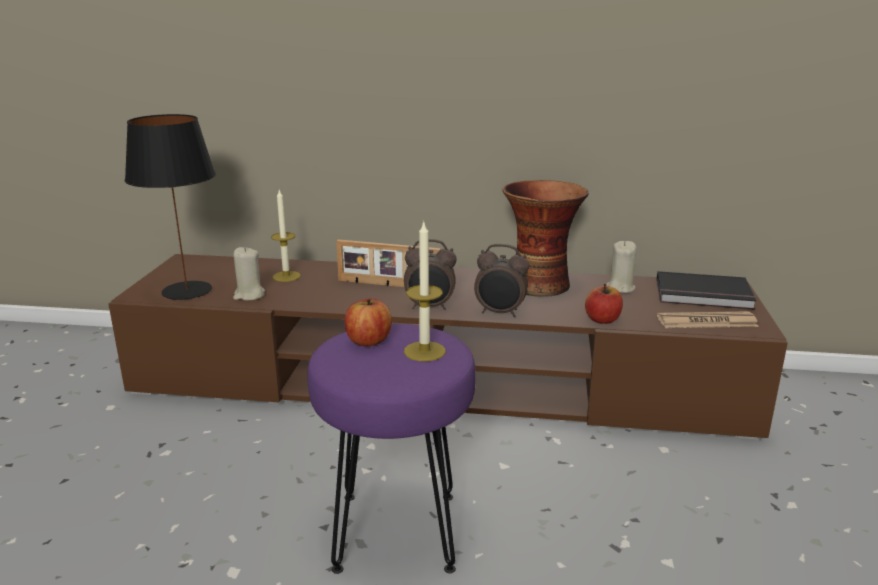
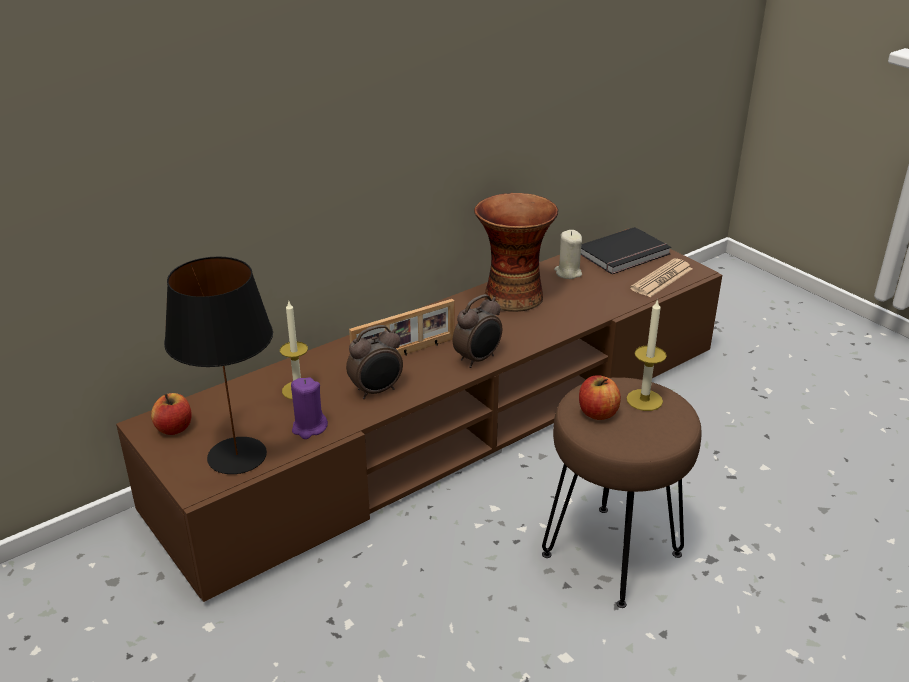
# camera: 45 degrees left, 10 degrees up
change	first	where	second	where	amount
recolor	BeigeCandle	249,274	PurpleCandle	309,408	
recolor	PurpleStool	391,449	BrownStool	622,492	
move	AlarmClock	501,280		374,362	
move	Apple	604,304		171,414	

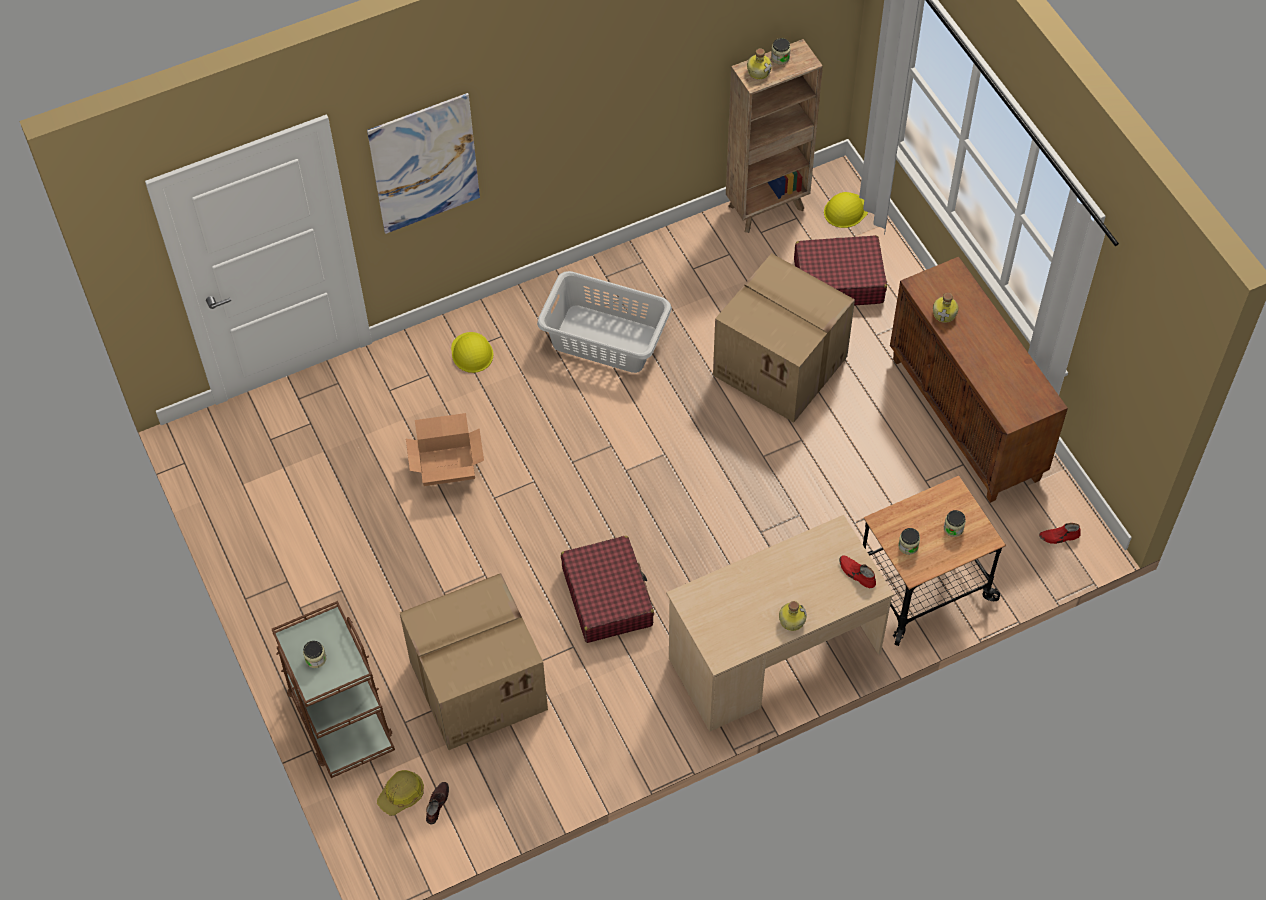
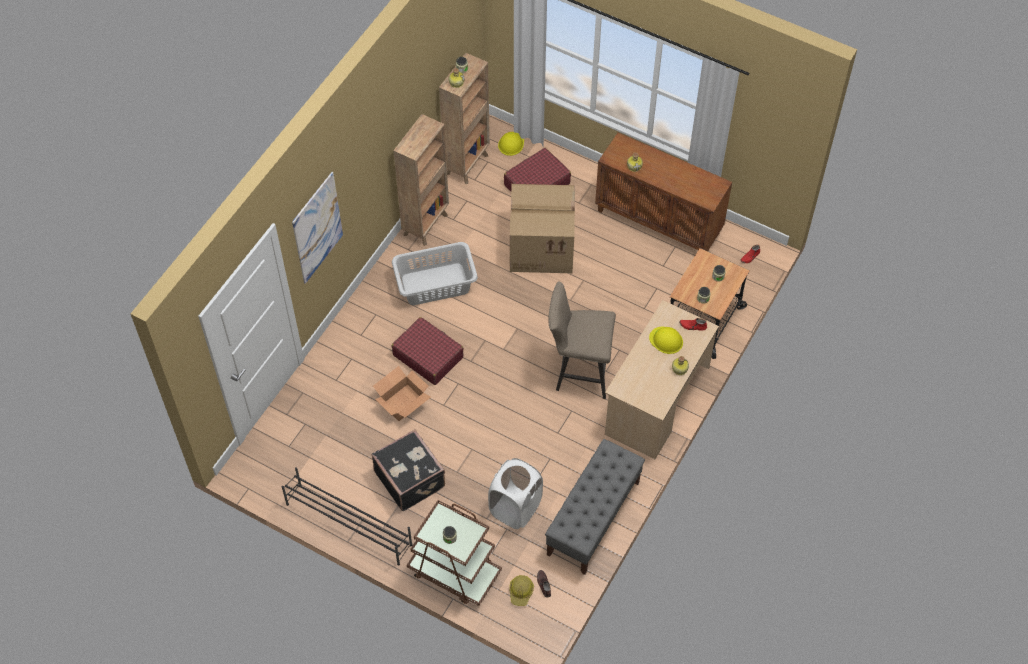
# camera: 35 degrees left, 0 degrees up
change	first	where	second	where	amount
replace	CardboardBox	474,661	WhiteLaundryBasket	515,493	
move	YellowHardHat	472,352		666,340	
move	RedSuitcase	607,589		428,351	
insert			BlackShoeRack	347,516	
insert			BlackSuitcase	408,470	
insert			BrownBookcase	421,180	
insert			GreyBench	595,507	
insert			BeigeStool	582,340	

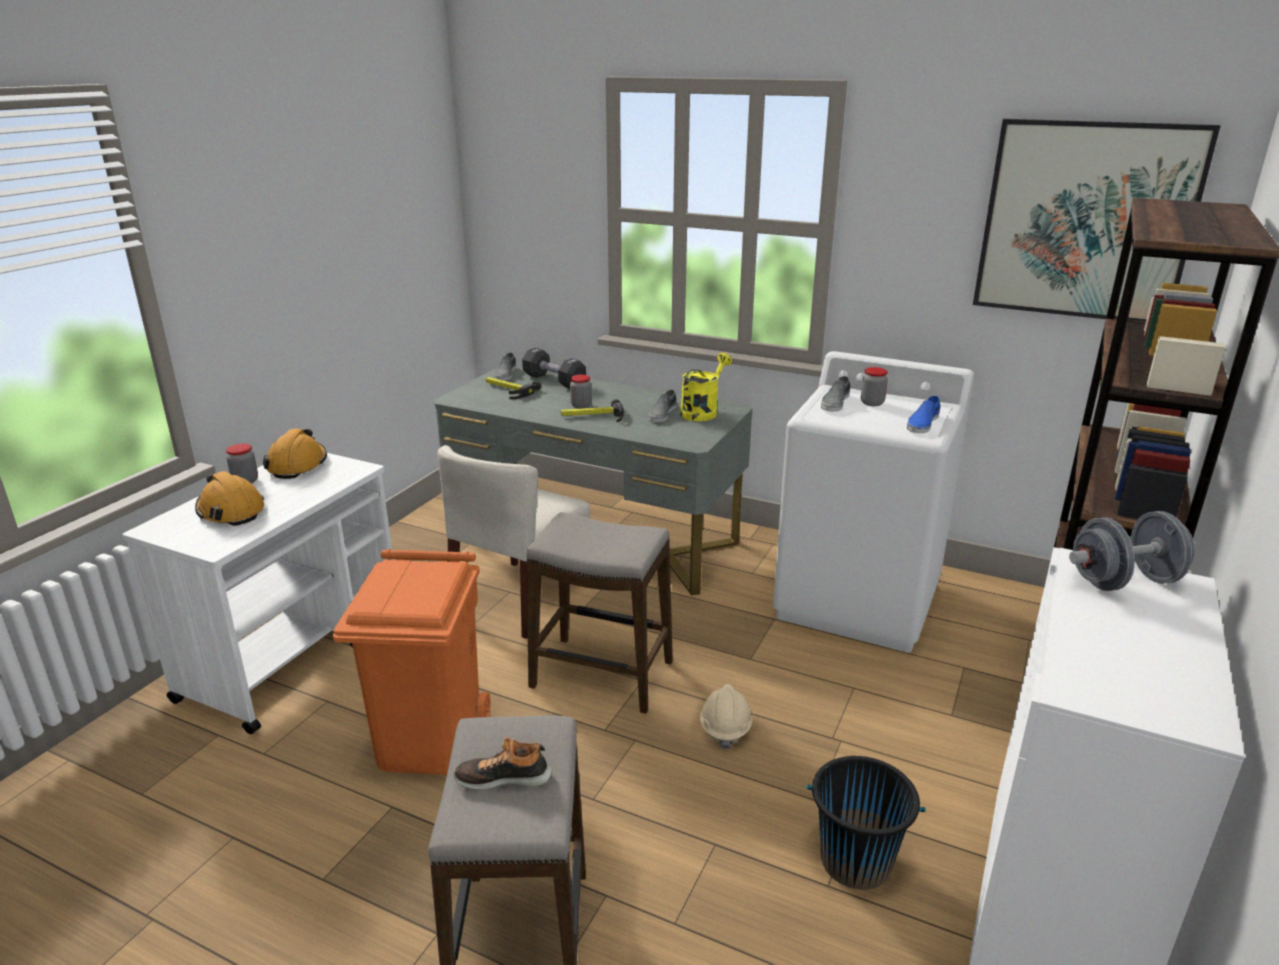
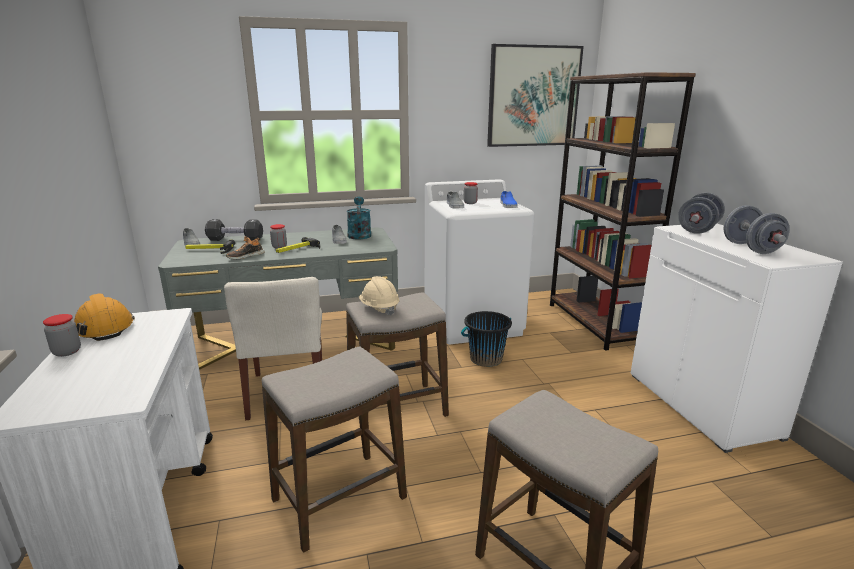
# camera: 40 degrees left, 5 degrees down
change	first	where	second	where	amount
delete	OrangeHardHat	229,498			
replace	OrangeTrashCan	411,662	Stool	334,449	
move	Shoe	502,763		245,247	
recolor	YellowWateringCan	706,387	TurquoiseWateringCan	359,218	
move	BeigeHardHat	726,716		379,296	
move	BlackBucket	866,823		486,339	
insert			GreyDumbbell	757,229	

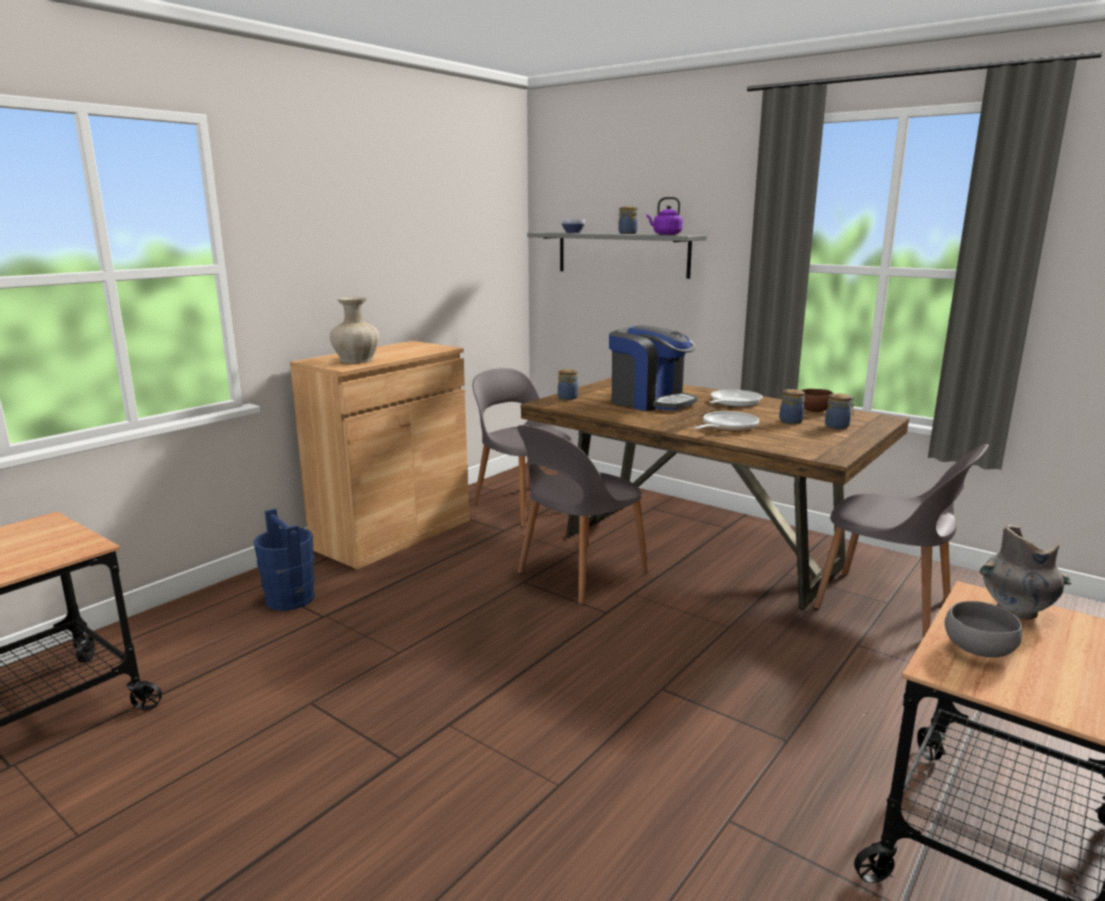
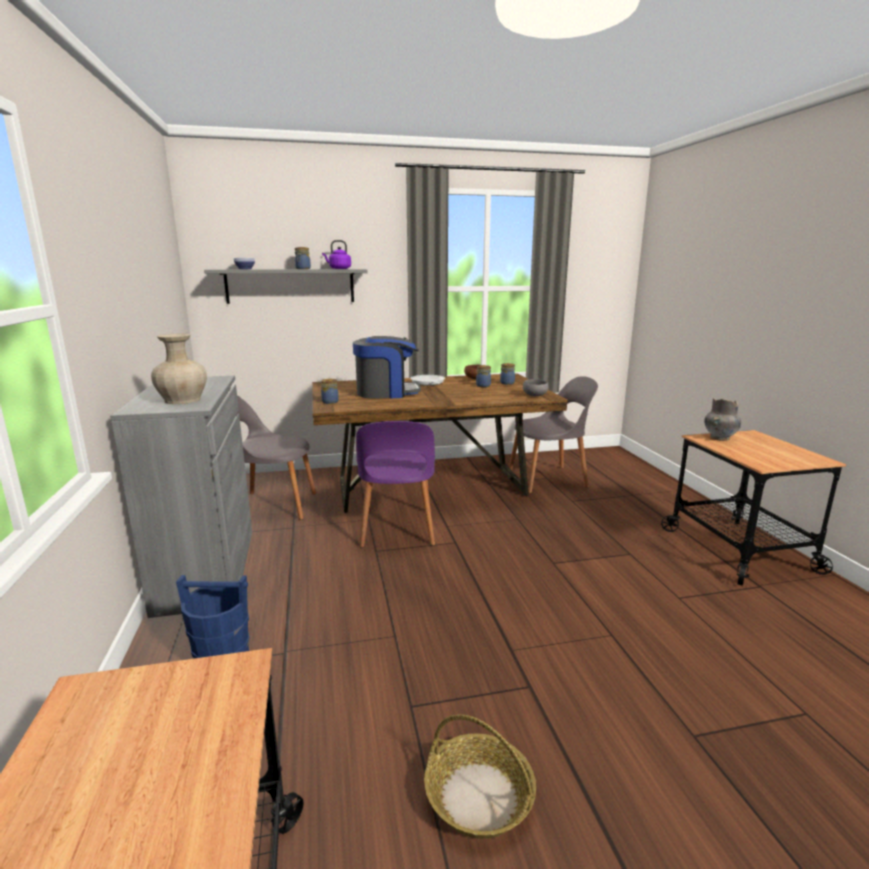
# camera: 50 degrees left, 0 degrees up
change	first	where	second	where	amount
recolor	BrownCabinet	379,455	GreyCabinet	181,497	
recolor	GreyChair	583,514	PurpleChair	395,484	
delete	FryingPan	726,421			
move	GreyBowl	983,629		536,387	
insert			Basket	480,776	

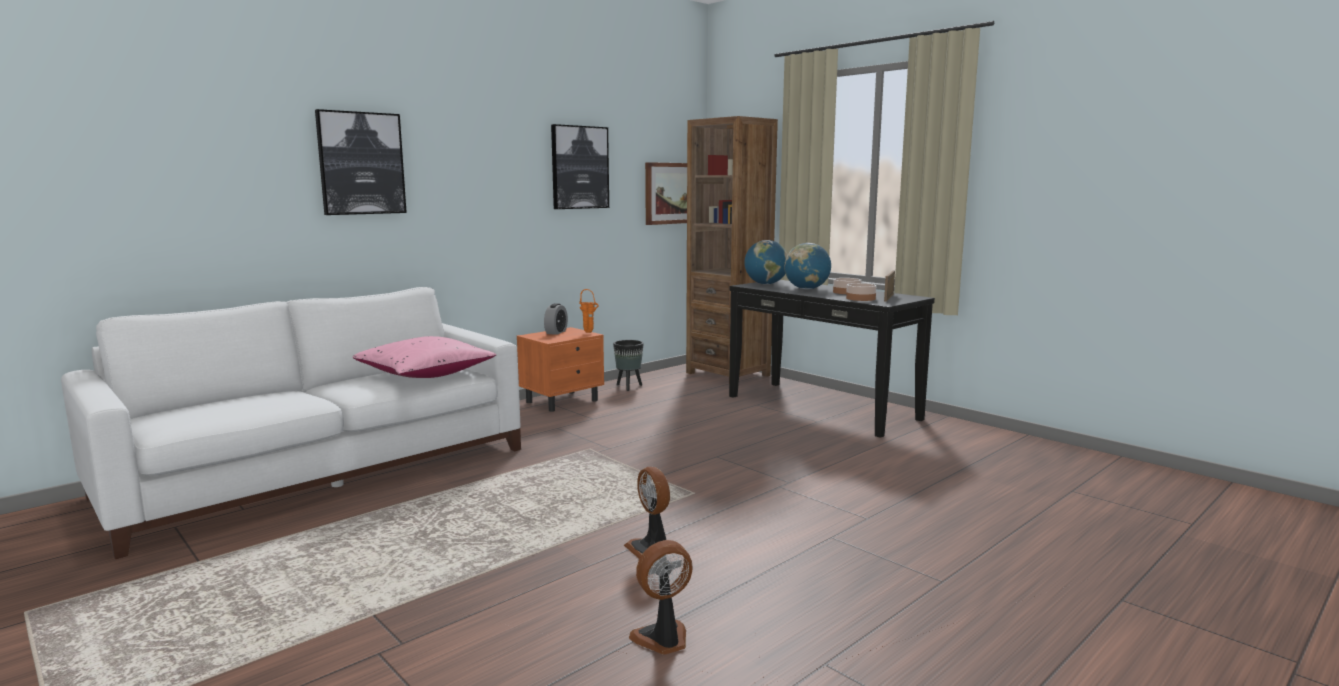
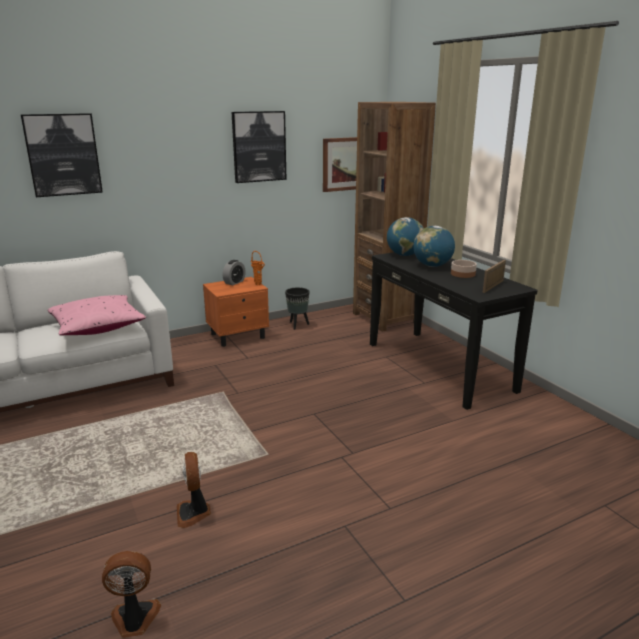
# camera: 15 degrees right, 10 degrees up
change	first	where	second	where	amount
delete	Bowl	861,292			

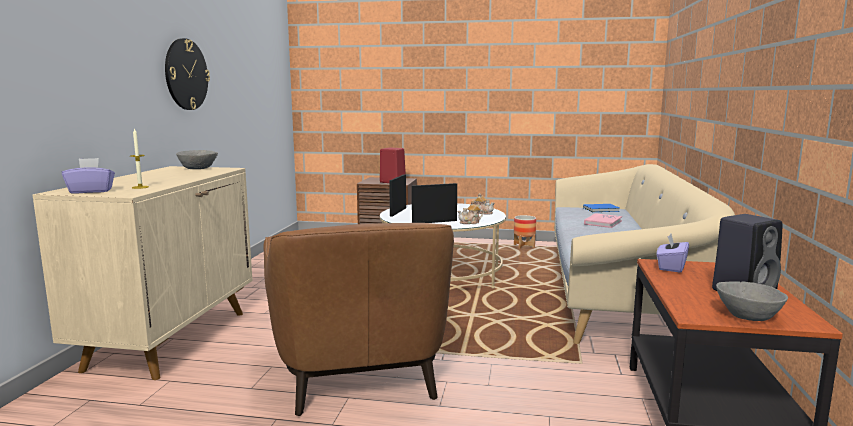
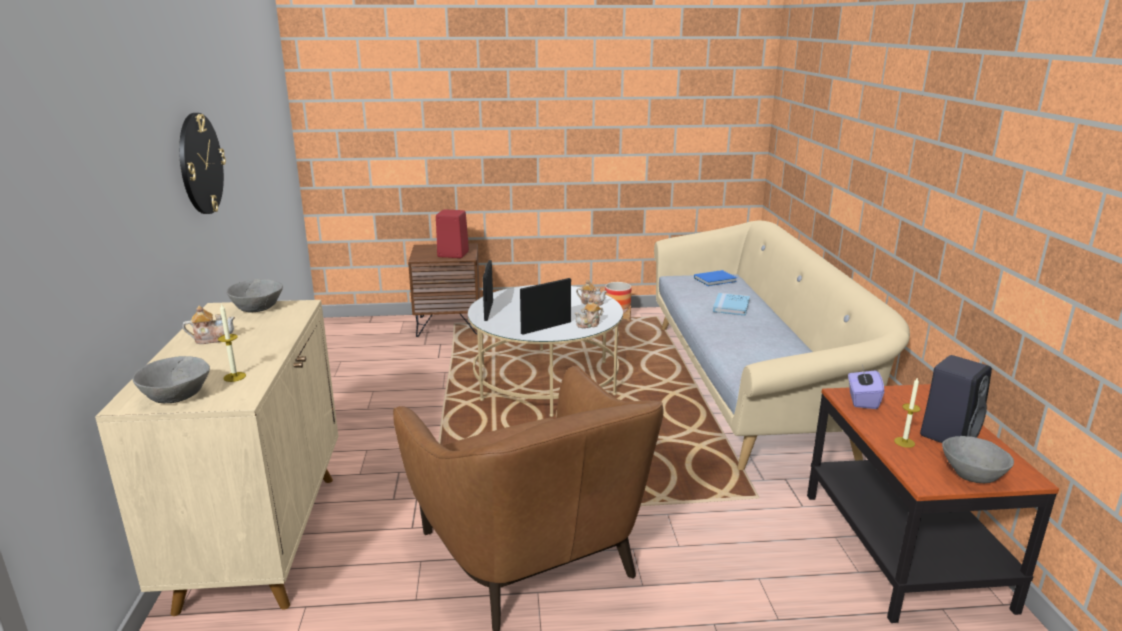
# camera: 15 degrees left, 10 degrees up
change	first	where	second	where	amount
replace	PurpleTissueBox	88,176	GreyBowl	171,379	
recolor	PinkBook	603,220	BlueBook	731,304	
insert			Teapot	209,325	
insert			Candle	907,412	

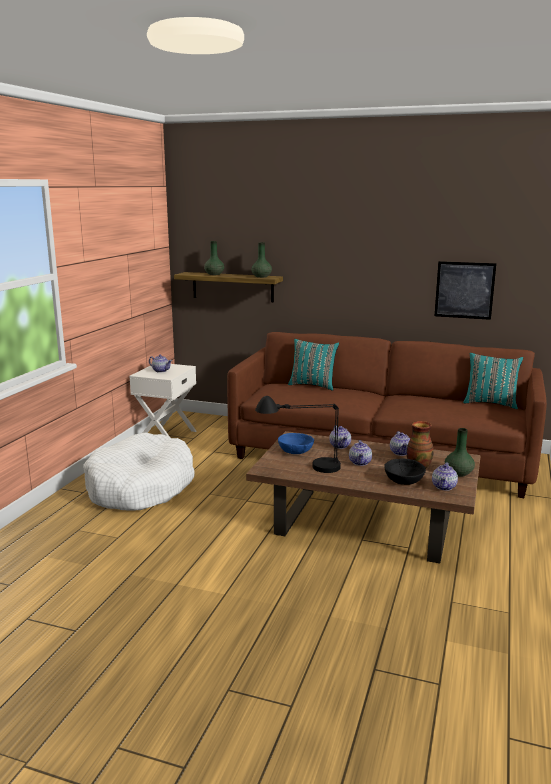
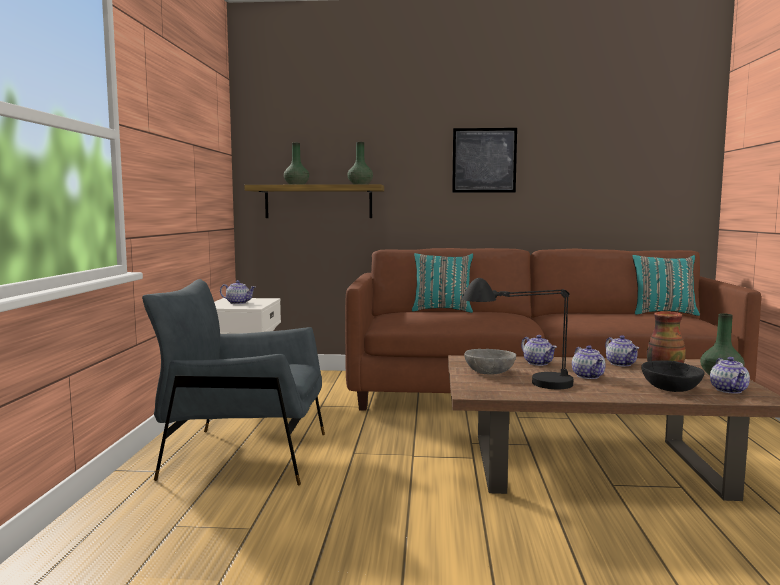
# camera: 15 degrees left, 10 degrees down
change	first	where	second	where	amount
replace	WhiteDogBed	139,471	GreyArmchair	233,382	
recolor	BlueBowl	296,443	GreyBowl	490,362	
move	Picture	465,290		484,160	

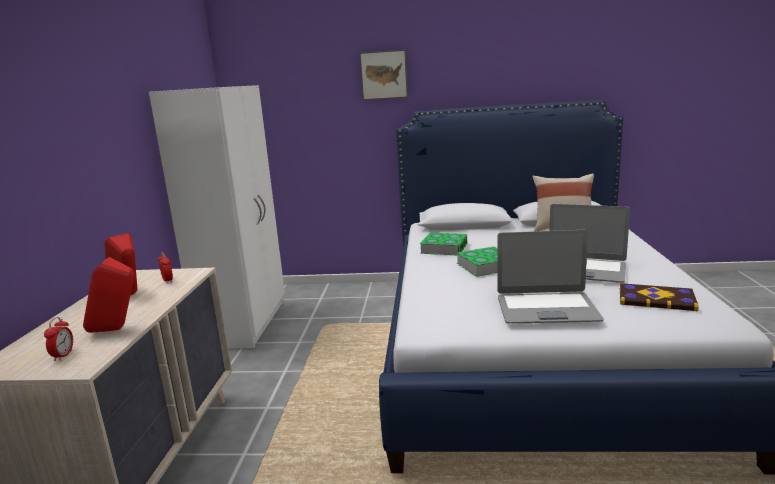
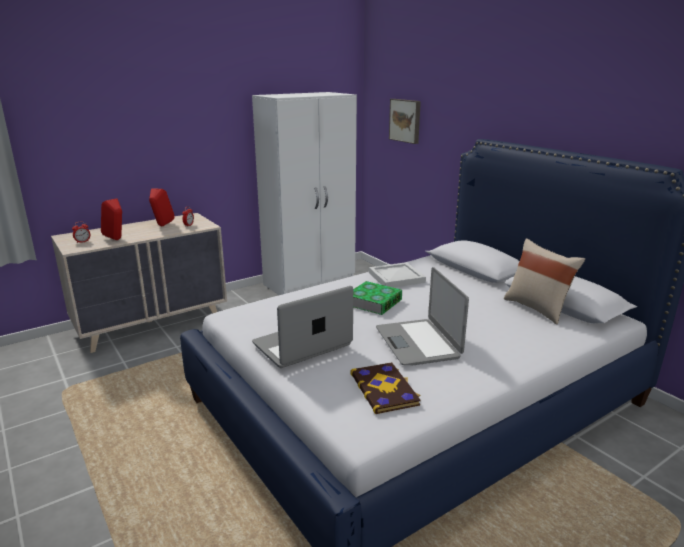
# camera: 50 degrees right, 5 degrees up
change	first	where	second	where	amount
move	Picture	384,75		405,121	
replace	Book	443,244	WhiteTray	397,274	
rotate	Laptop	550,277		302,327	90 degrees clockwise

